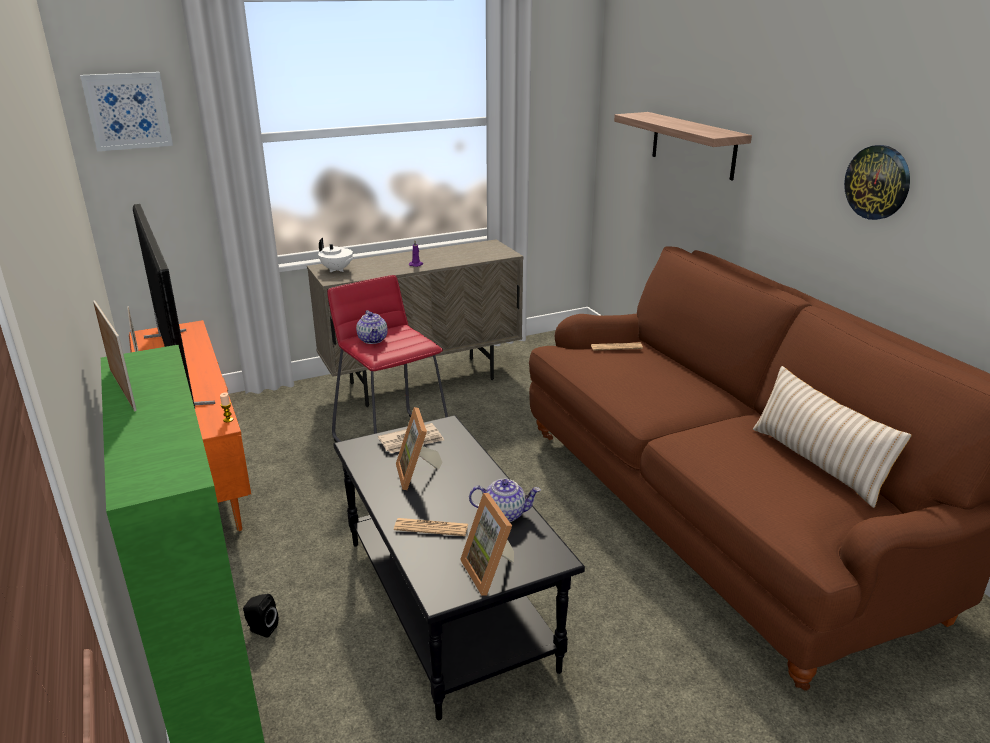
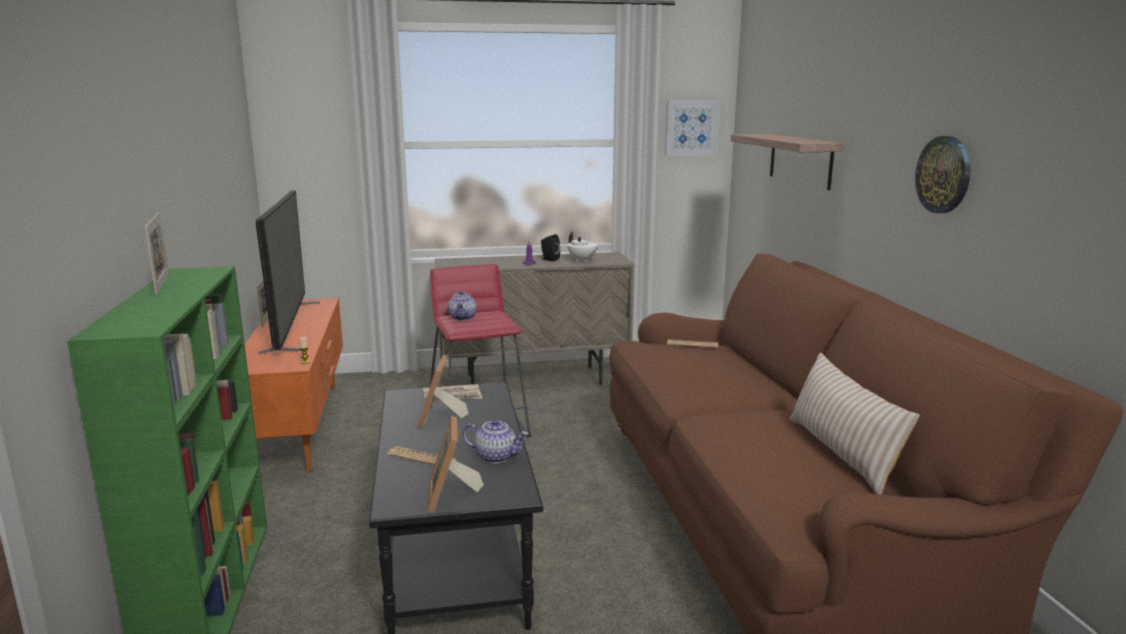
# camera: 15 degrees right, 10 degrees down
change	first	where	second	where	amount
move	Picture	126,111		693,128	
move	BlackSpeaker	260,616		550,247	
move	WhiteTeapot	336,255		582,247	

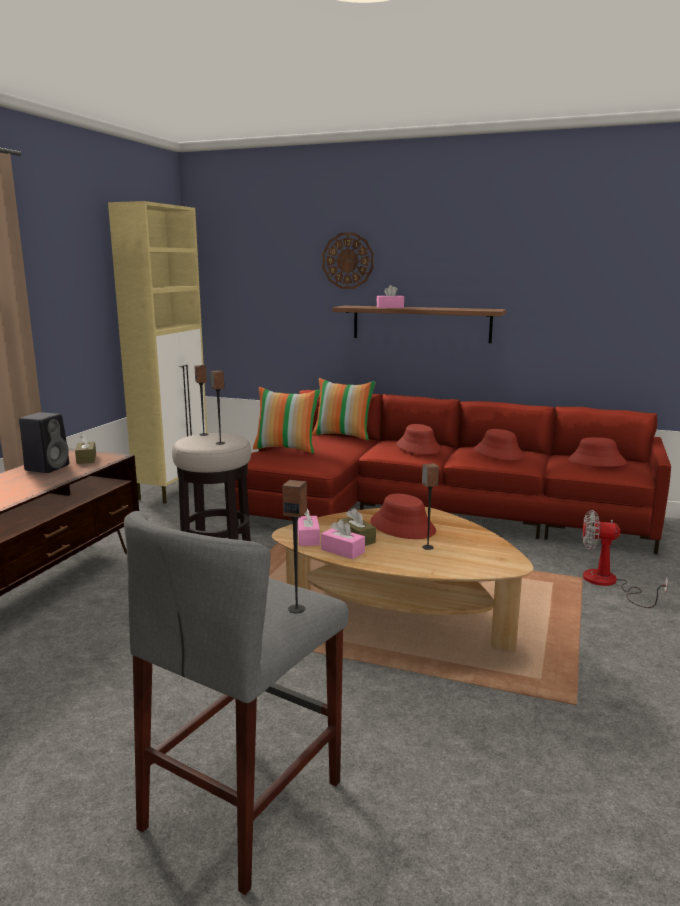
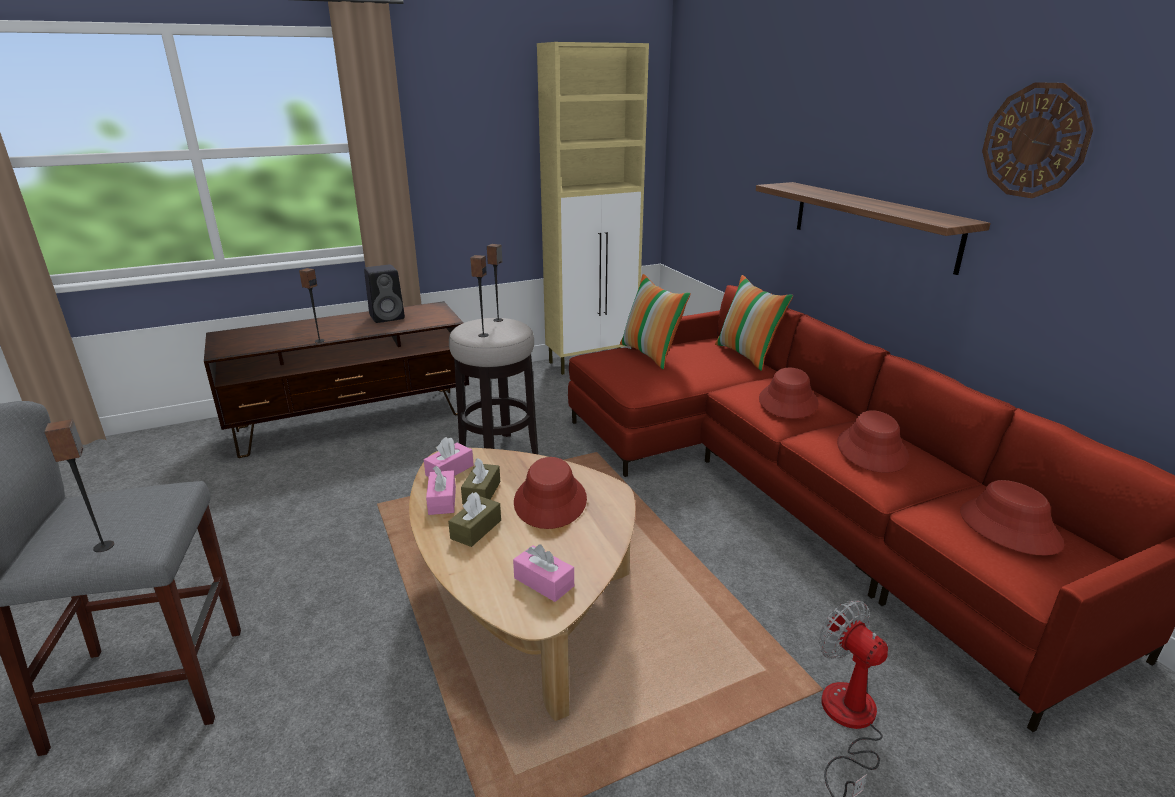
# camera: 45 degrees right, 10 degrees up
change	first	where	second	where	amount
move	BrownTissueBox	85,448		474,519	
move	WallClock	348,261		1037,140	
move	PinkTissueBox	390,296		543,573	
move	Speaker	430,506		312,305	

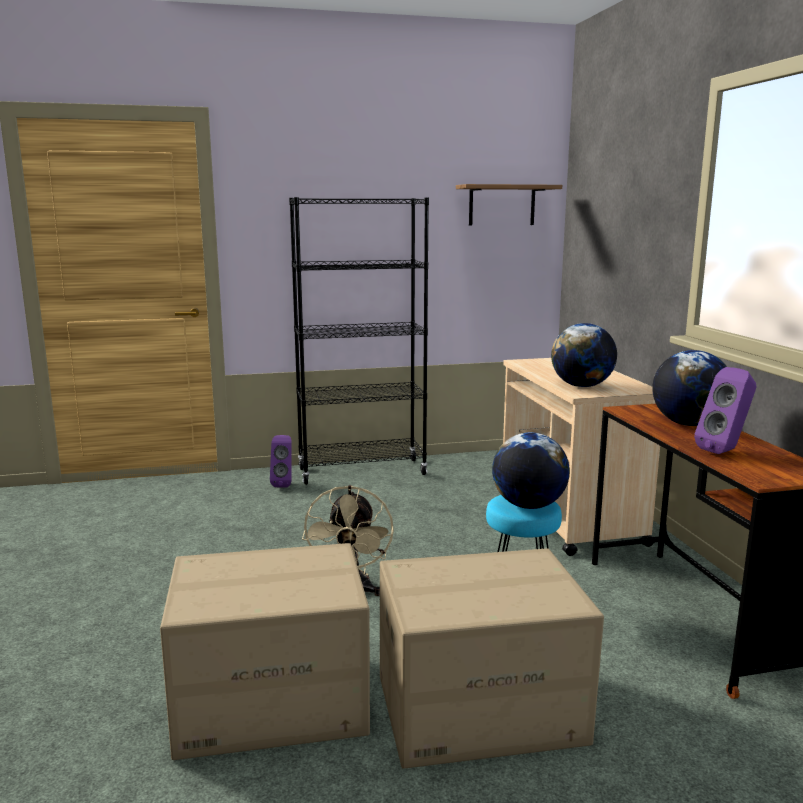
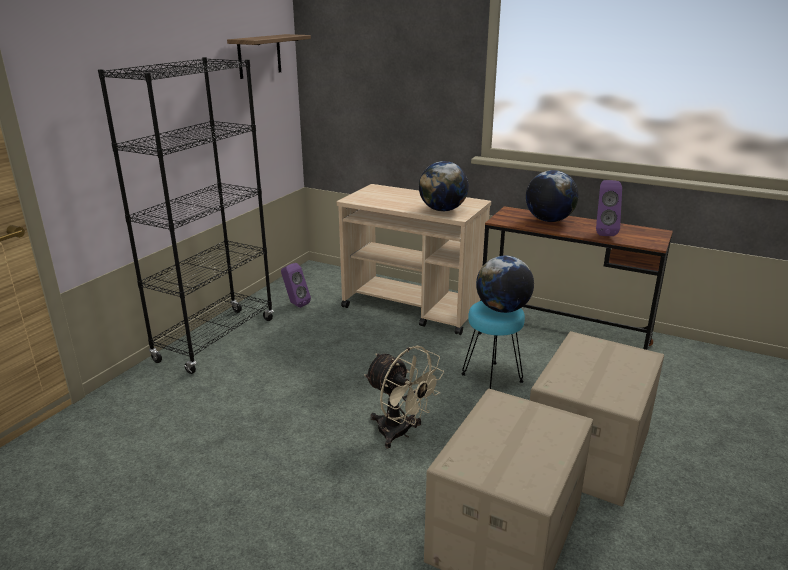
# camera: 50 degrees left, 10 degrees up
change	first	where	second	where	amount
move	PurpleSpeaker	281,461		296,285	

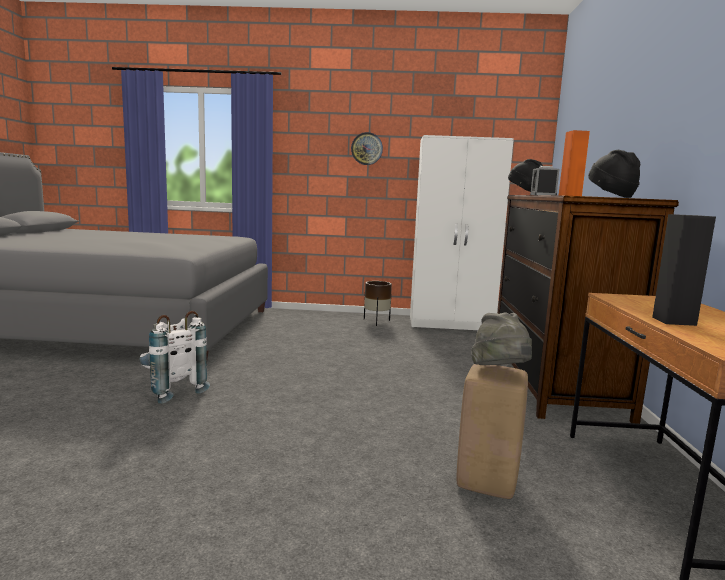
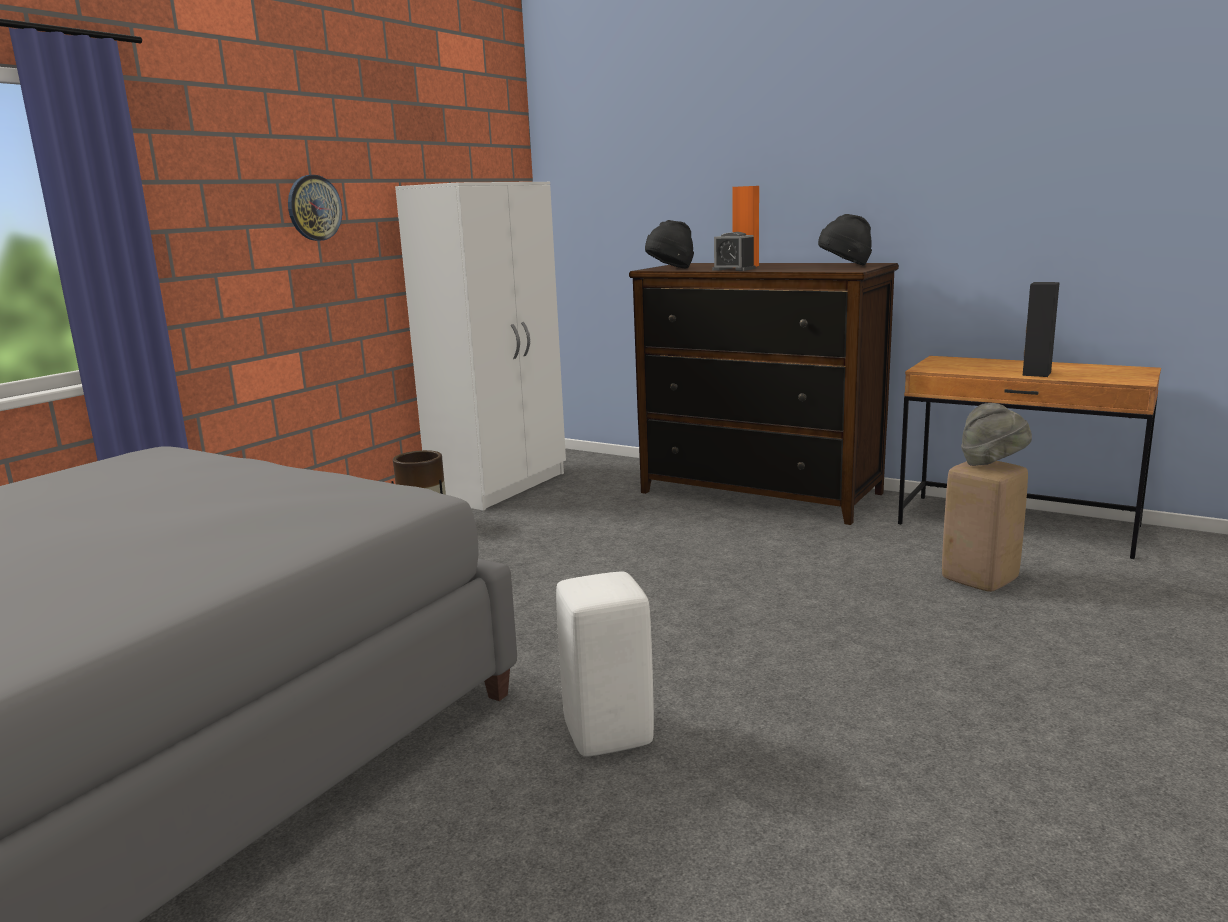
# camera: 60 degrees left, 5 degrees up
change	first	where	second	where	amount
replace	WhiteBackpack	174,357	WhiteStool	605,664	

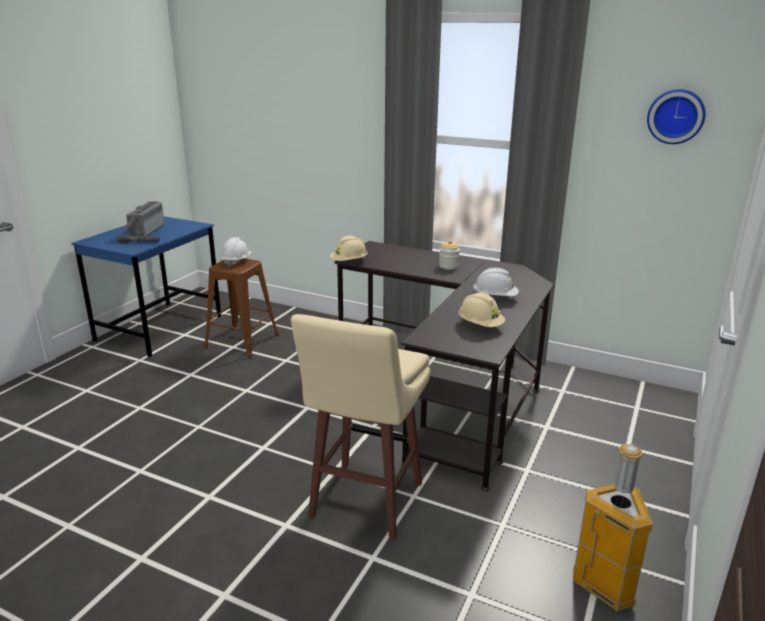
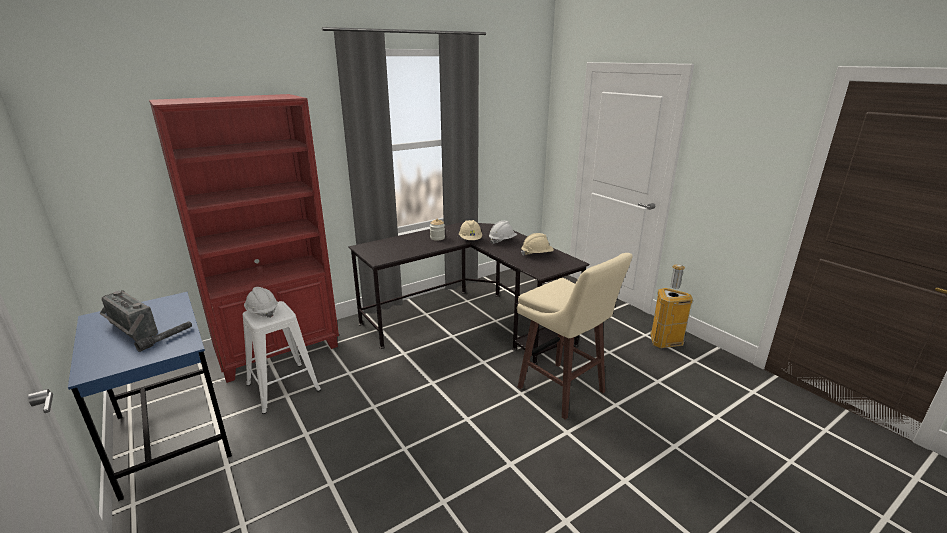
# camera: 60 degrees left, 0 degrees up
change	first	where	second	where	amount
recolor	BrownStool	241,308	WhiteStool	282,357	
move	BeigeHardHat	349,248		470,230	
delete	WallClock	676,116			
insert			RedBookcase	244,238	

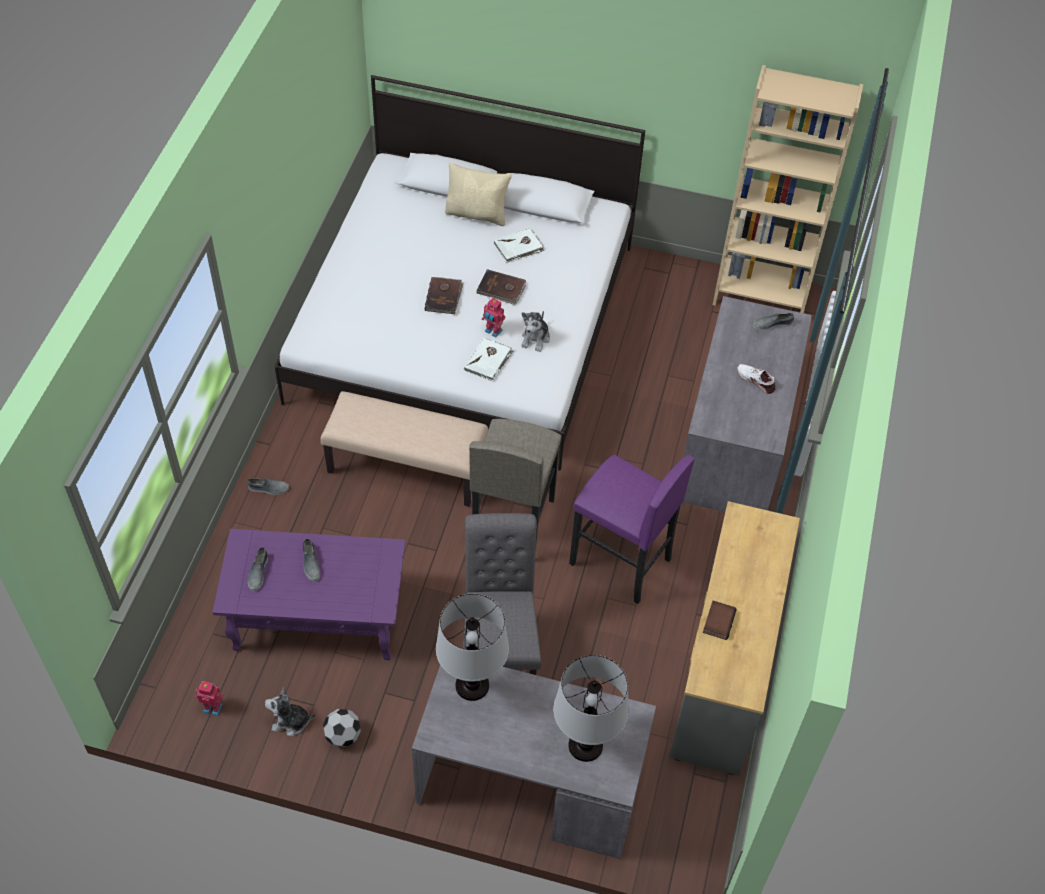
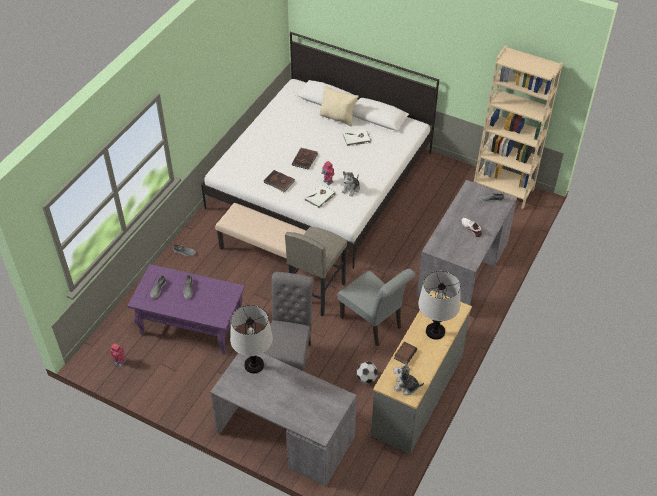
# camera: 15 degrees right, 5 degrees down
change	first	where	second	where	amount
move	PlushToy	290,711		408,378	
move	Football	342,728		367,372	
move	BrownBook	501,287		279,181	
move	TableLamp	590,708		439,305	
replace	PurpleStool	632,529	GreyChair	376,307	

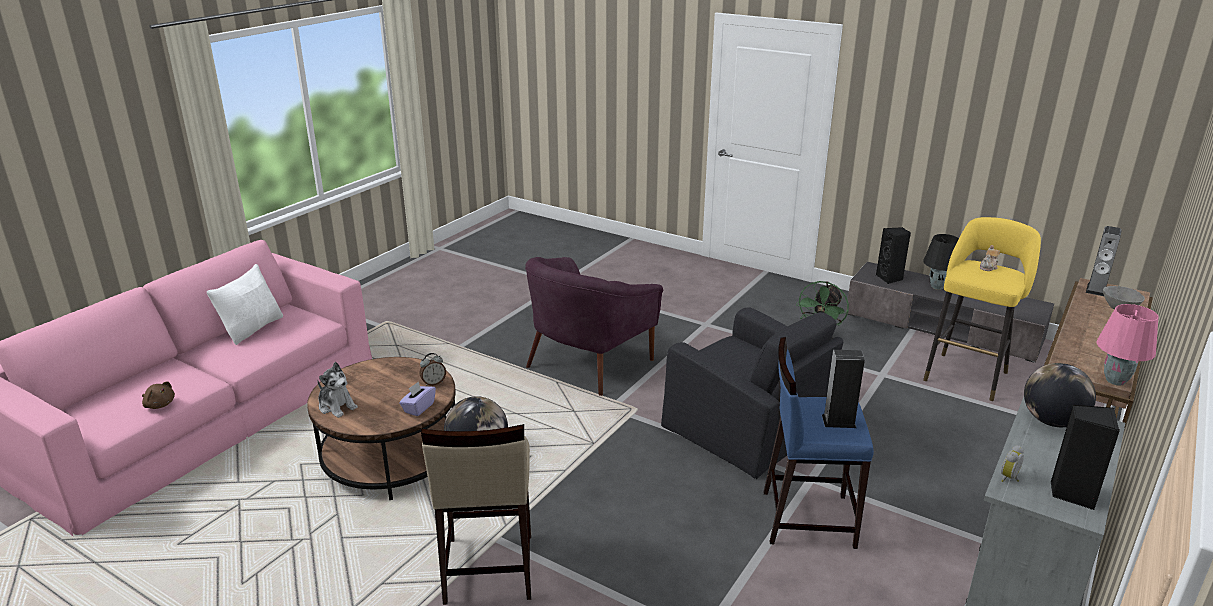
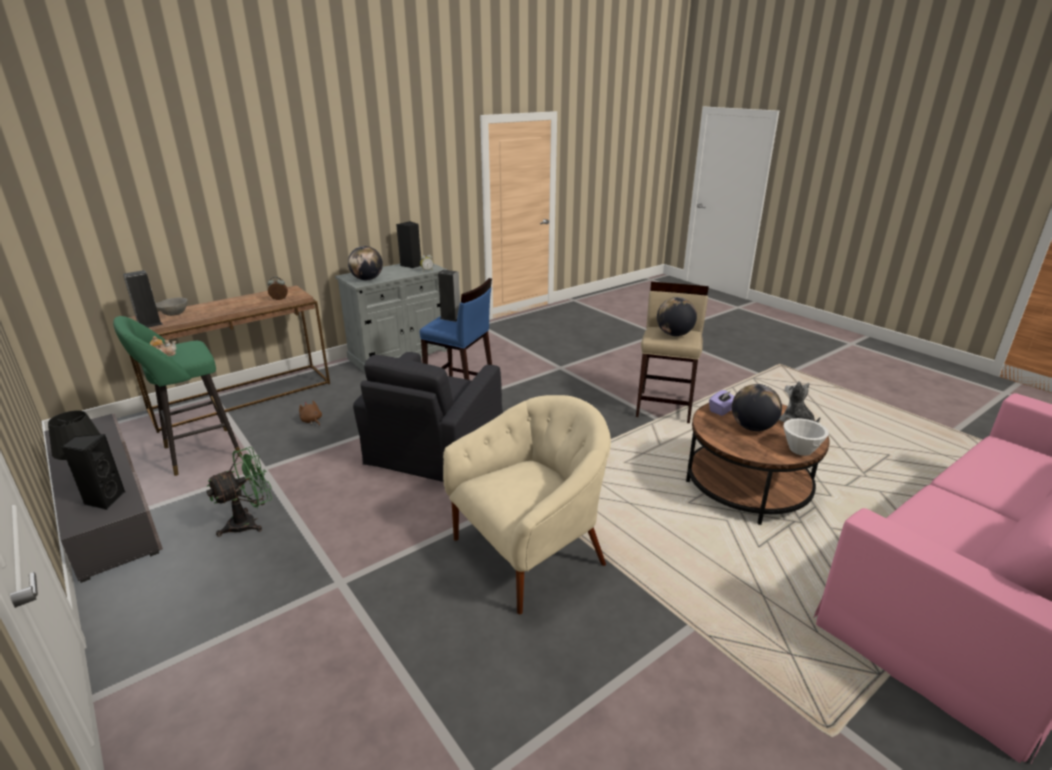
# camera: 160 degrees left, 0 degrees up
change	first	where	second	where	amount
move	BrownPlushToy	158,395		310,413	
delete	WhitePillow	245,304			
move	AlarmClock	433,369		277,288	
recolor	PurpleArmchair	594,326	BeigeArmchair	527,504	
rotate	BlackArmchair	752,393		428,417	135 degrees counterclockwise
recolor	YellowStool	982,309	GreenStool	177,396	
delete	PinkTableLamp	1127,345			
insert			Globe	757,407	
insert			WhiteBowl	806,437	

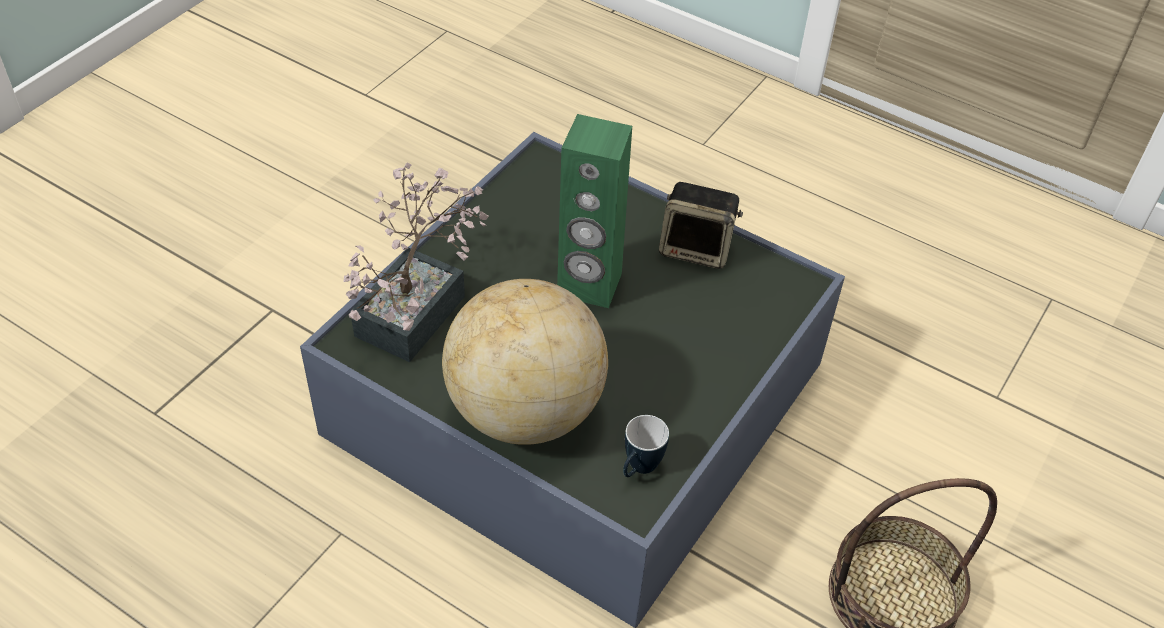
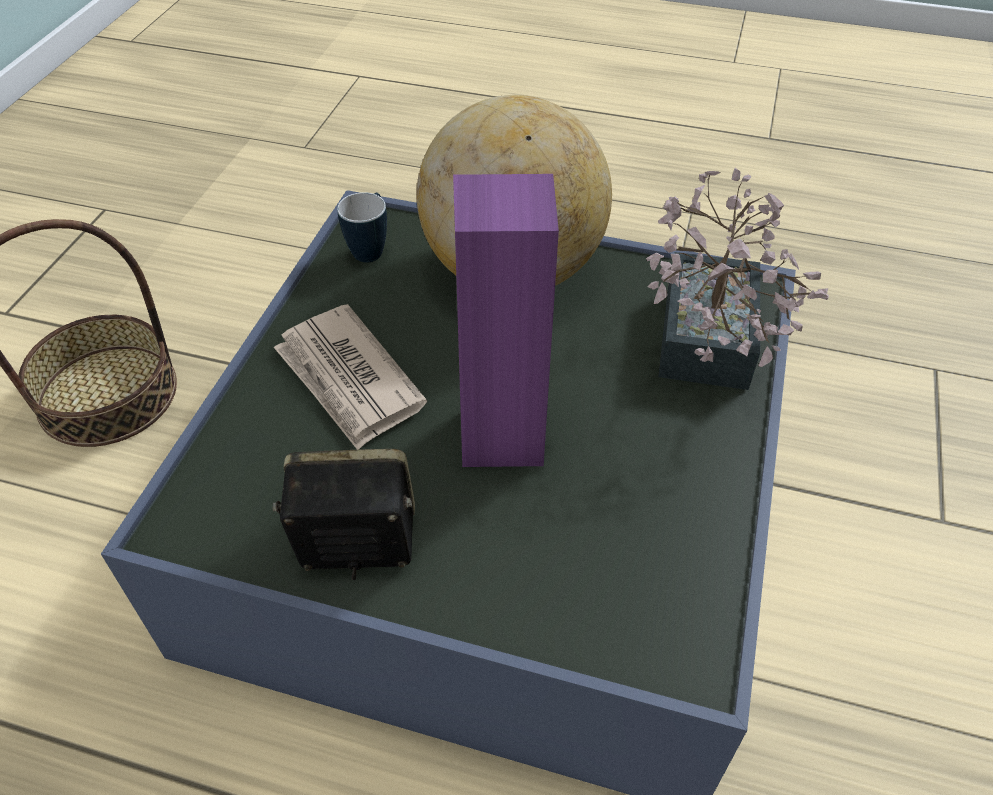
# camera: 165 degrees right, 0 degrees up
change	first	where	second	where	amount
recolor	GreenSpeaker	594,211	PurpleSpeaker	506,320	
insert			Newspaper	350,377	

